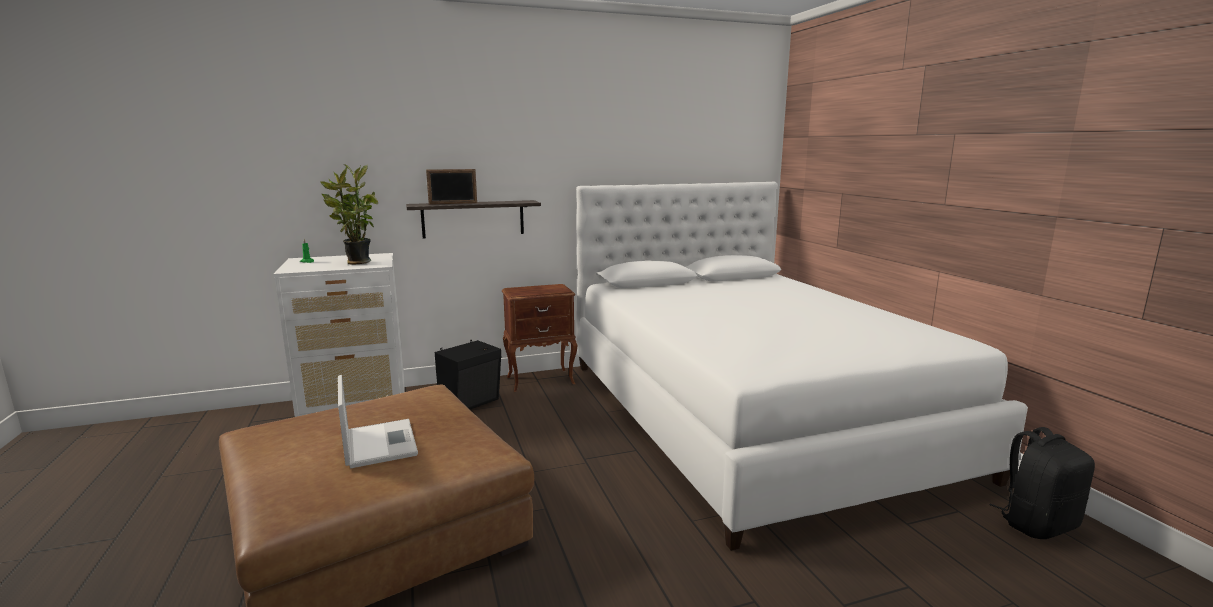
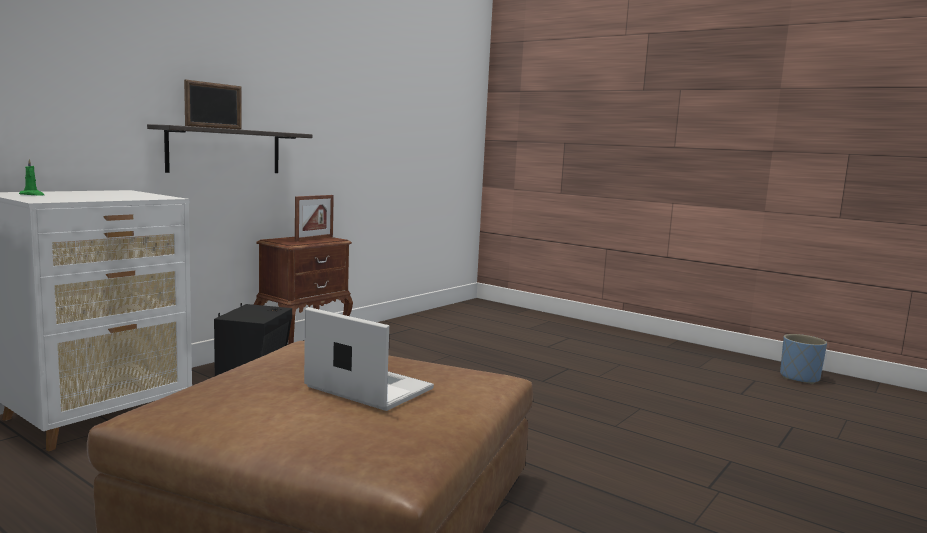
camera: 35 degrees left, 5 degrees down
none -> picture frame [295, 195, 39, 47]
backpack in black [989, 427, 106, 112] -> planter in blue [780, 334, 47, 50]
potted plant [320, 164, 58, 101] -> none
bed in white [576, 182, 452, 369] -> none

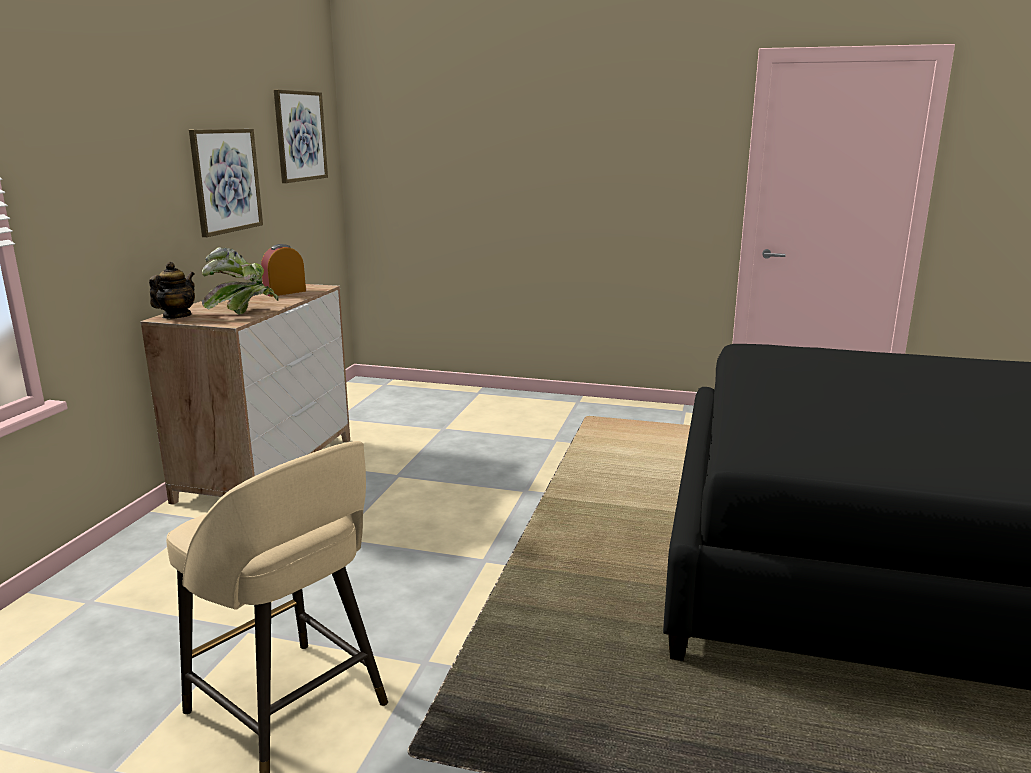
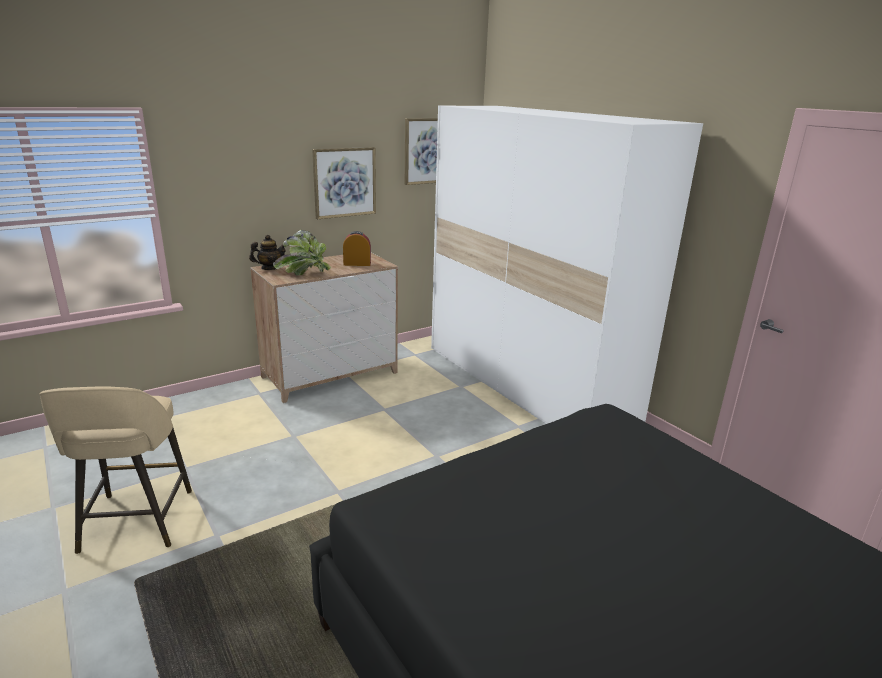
camera: 40 degrees right, 5 degrees up
none -> wardrobe in white [431, 106, 272, 318]

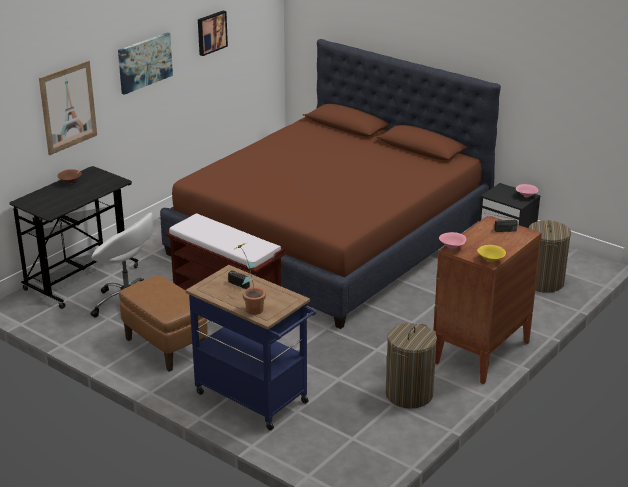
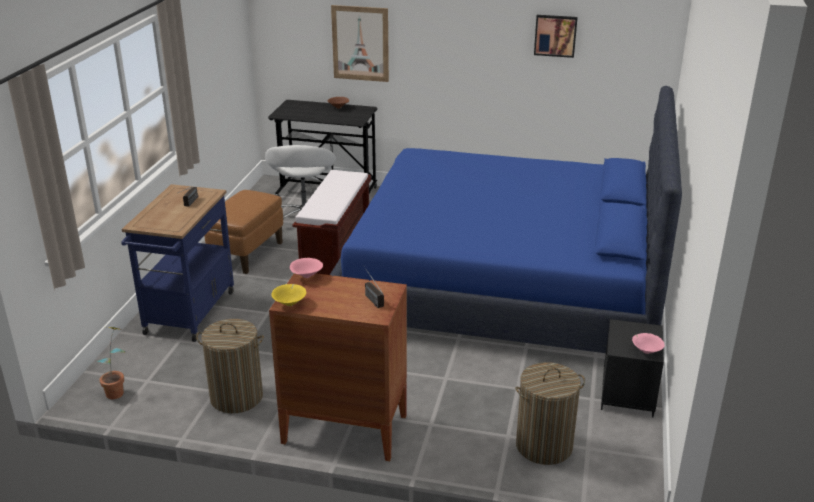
camera: 65 degrees right, 0 degrees up
potted plant [234, 243, 32, 72] -> potted plant [97, 326, 28, 73], move
bed in brown [160, 39, 341, 290] -> bed in blue [330, 86, 352, 267]
picture [118, 32, 55, 63] -> none

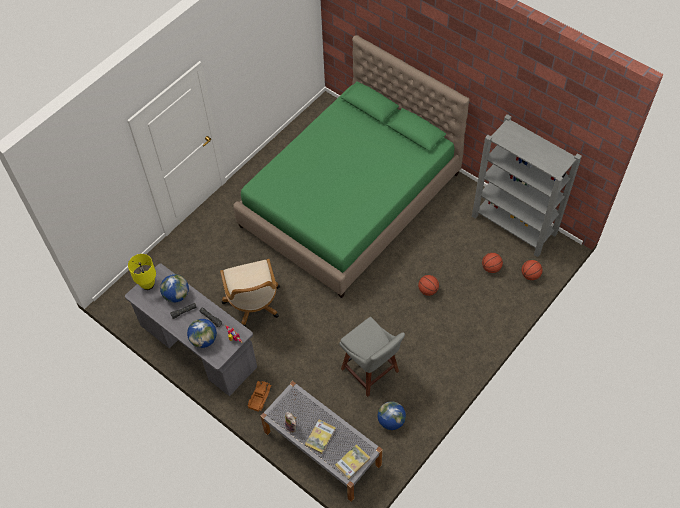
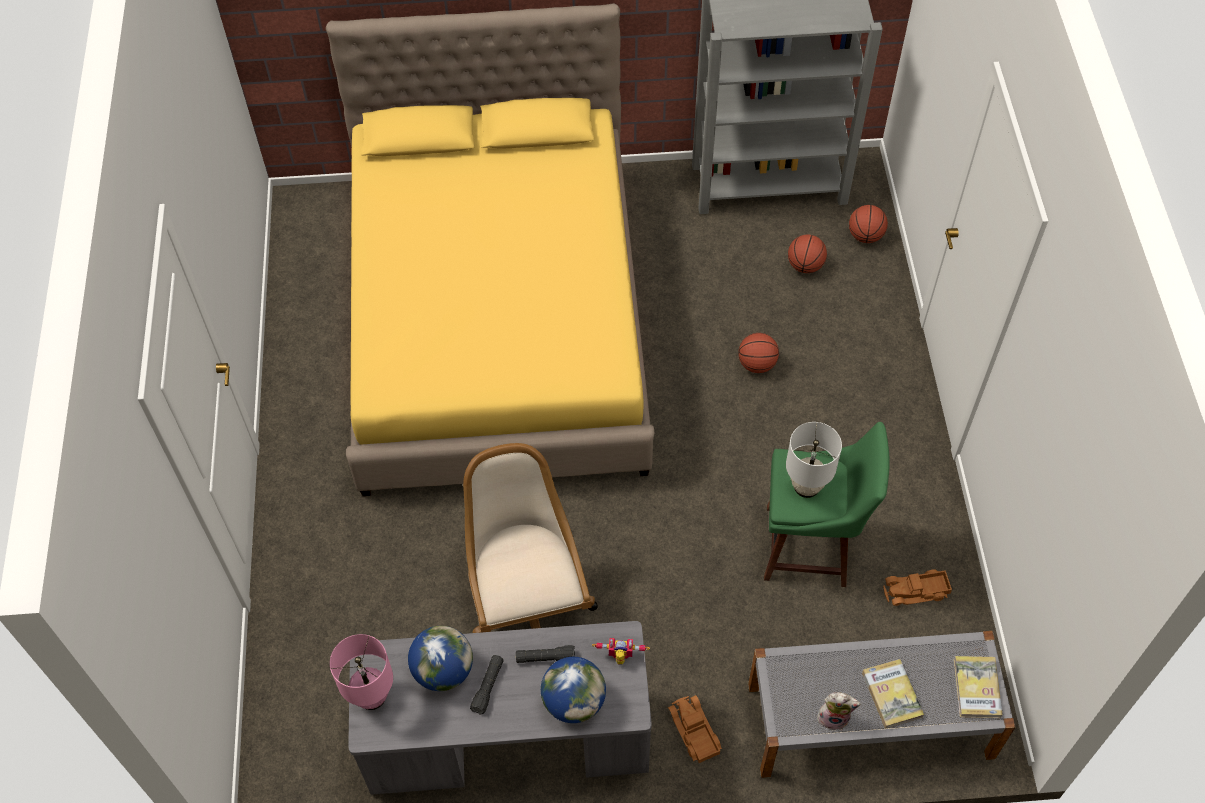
camera: 45 degrees left, 0 degrees up
bed in green [233, 35, 237, 263] -> bed in yellow [326, 3, 328, 493]
table lamp in yellow [128, 254, 28, 36] -> table lamp in pink [330, 634, 63, 76]
office chair [220, 259, 60, 68] -> office chair [463, 443, 135, 190], 135 degrees counterclockwise
stool in grey [339, 317, 66, 80] -> stool in green [764, 422, 126, 165]
none -> table lamp in white [786, 422, 56, 76]
globe [378, 401, 28, 29] -> toy truck [883, 569, 69, 37]

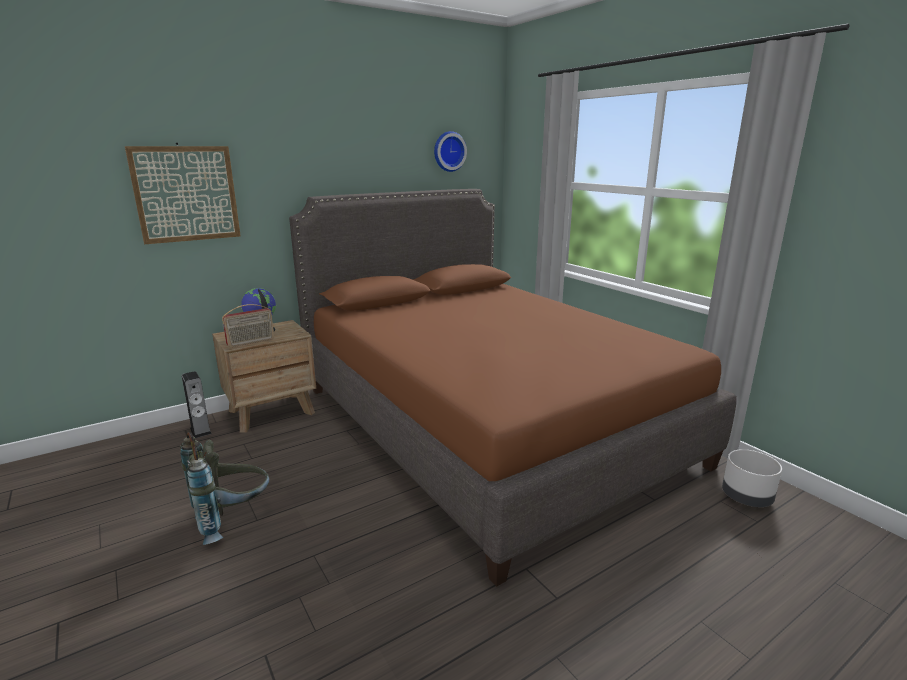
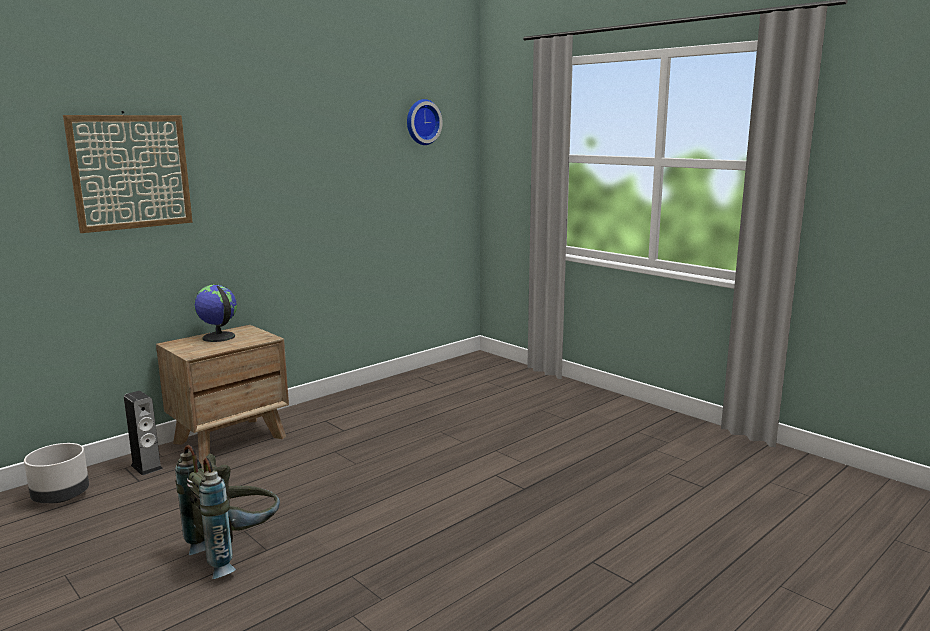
camera: 10 degrees left, 5 degrees down
planter in grey [722, 449, 60, 58] -> planter in grey [24, 443, 65, 60], move
radio [222, 304, 52, 43] -> none
bed in brown [289, 189, 448, 398] -> none

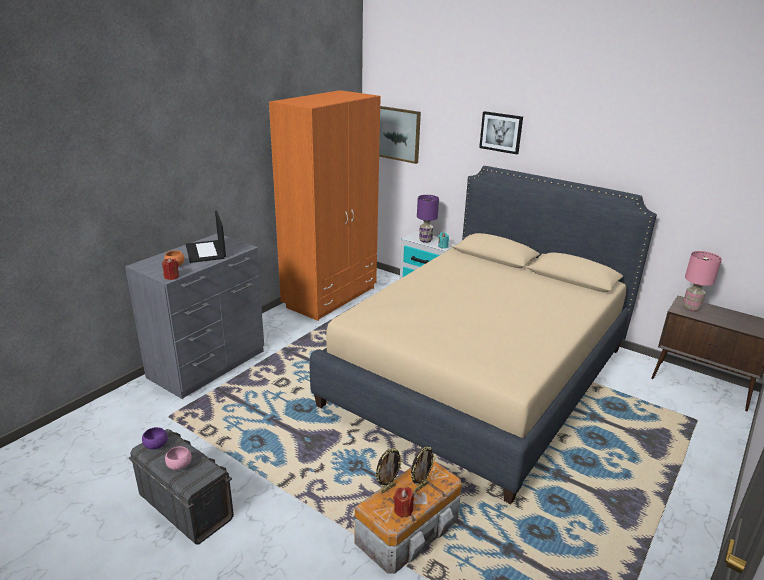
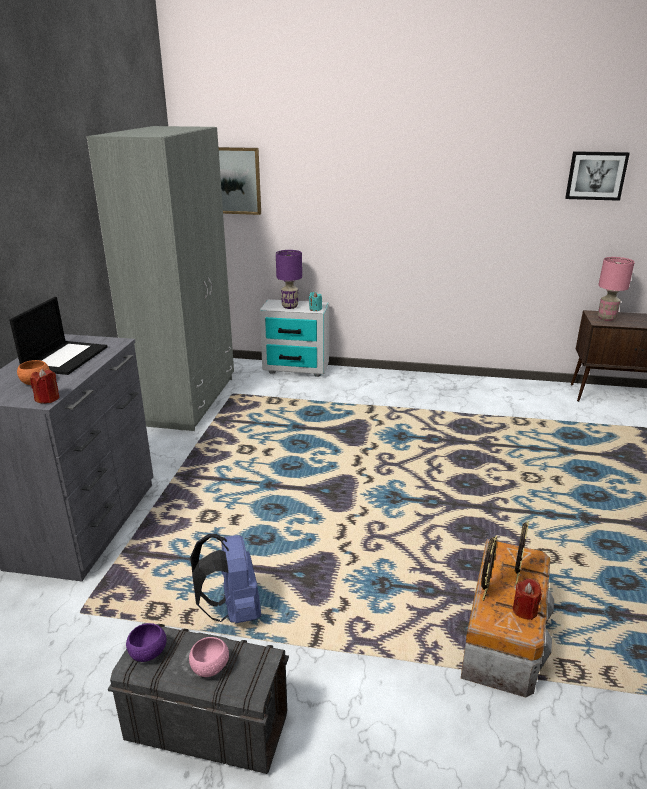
camera: 25 degrees left, 0 degrees up
laptop [186, 211, 40, 52] -> laptop [9, 297, 98, 78], 120 degrees counterclockwise
wardrobe in orange [269, 90, 112, 231] -> wardrobe in grey [87, 126, 147, 305]
none -> backpack in blue [190, 534, 71, 89]
picture [479, 111, 44, 43] -> picture [565, 151, 65, 50], move
bed in beige [310, 166, 347, 338] -> none

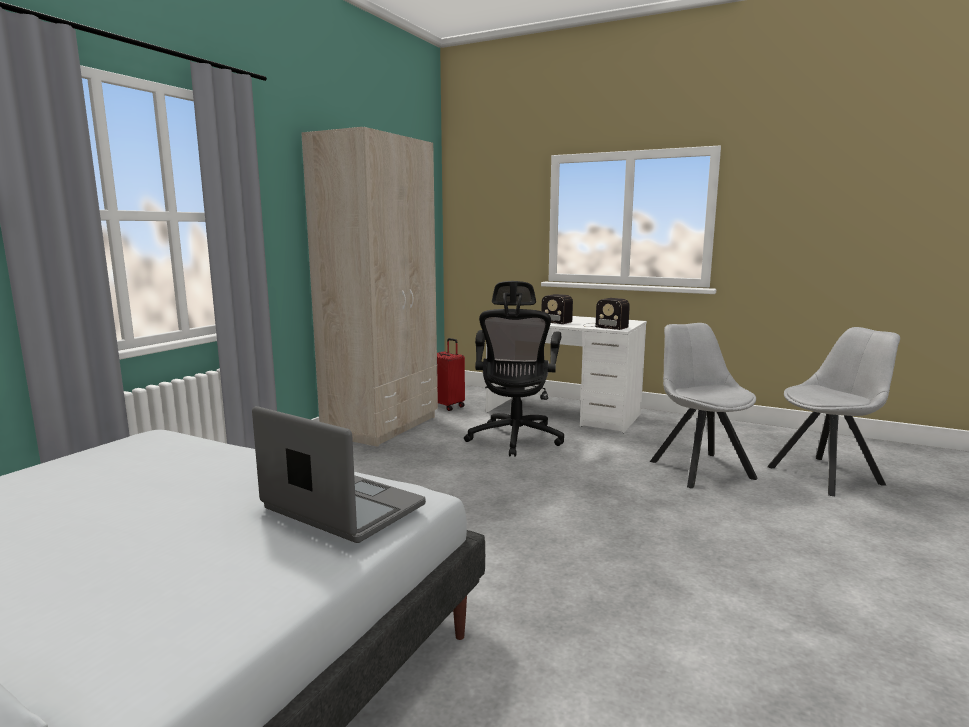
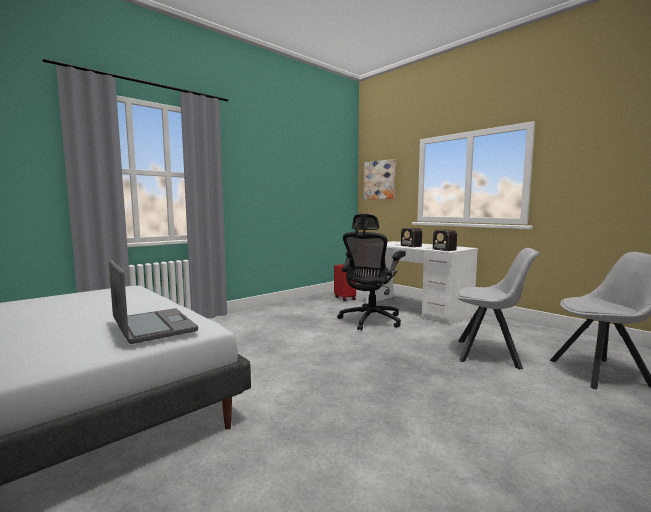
camera: 20 degrees right, 5 degrees down
none -> picture [364, 159, 31, 40]
chair in grey [650, 323, 108, 165] -> chair in grey [456, 248, 83, 121], 105 degrees clockwise
wardrobe in beige [301, 127, 137, 320] -> none

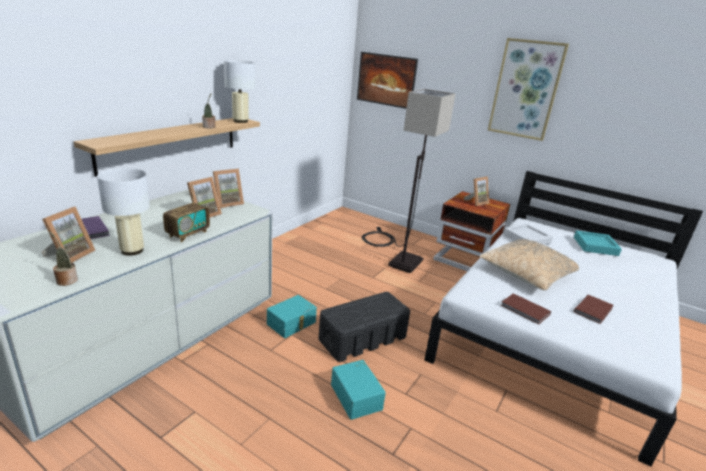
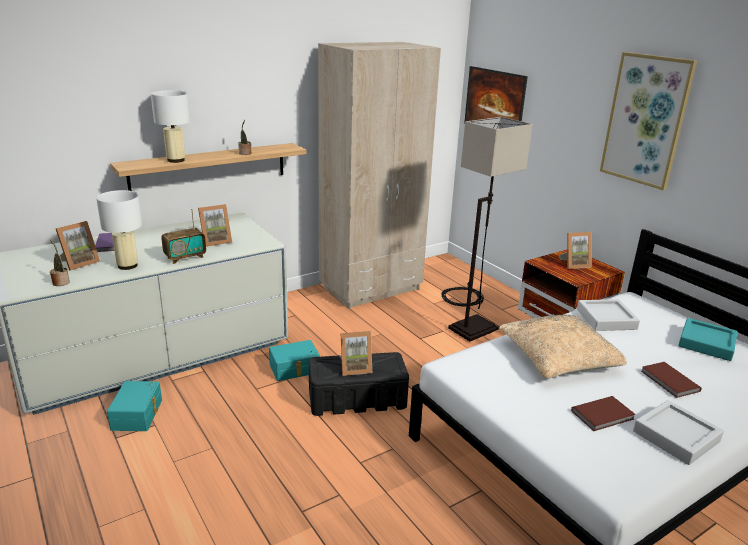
camera: 25 degrees right, 0 degrees up
storage box in turquoise [331, 360, 55, 60] -> storage box in turquoise [107, 381, 55, 50], move
table lamp in white [224, 60, 31, 63] -> table lamp in white [151, 90, 39, 73], move
none -> wardrobe in beige [318, 42, 123, 267]
picture frame [213, 169, 31, 39] -> picture frame [340, 331, 32, 45], move
none -> tray in grey [633, 400, 91, 65]
book in brown [500, 293, 51, 32] -> book in brown [641, 362, 61, 36], move

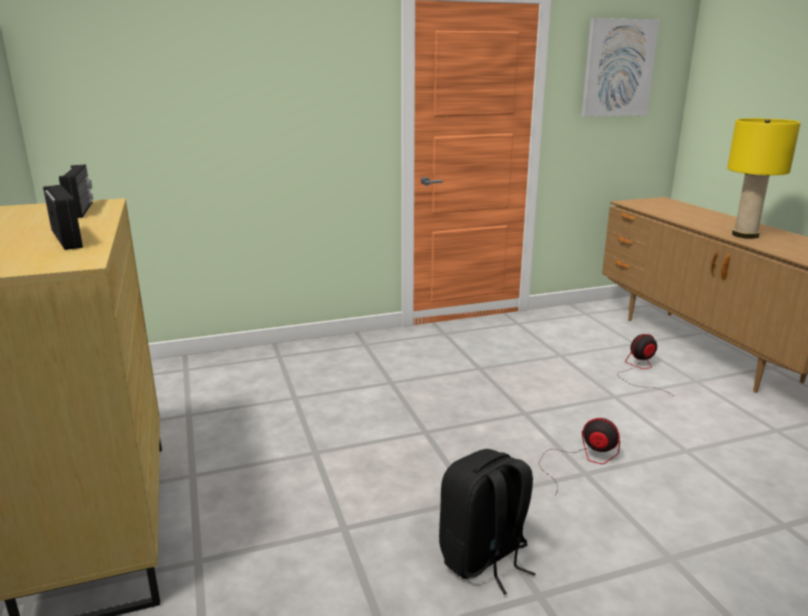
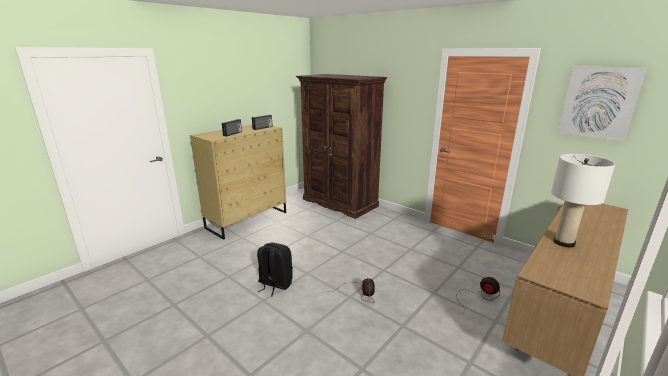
camera: 60 degrees right, 0 degrees up
none -> wardrobe in brown [296, 74, 91, 145]
table lamp in yellow [727, 118, 74, 121] -> table lamp in white [551, 154, 64, 93]

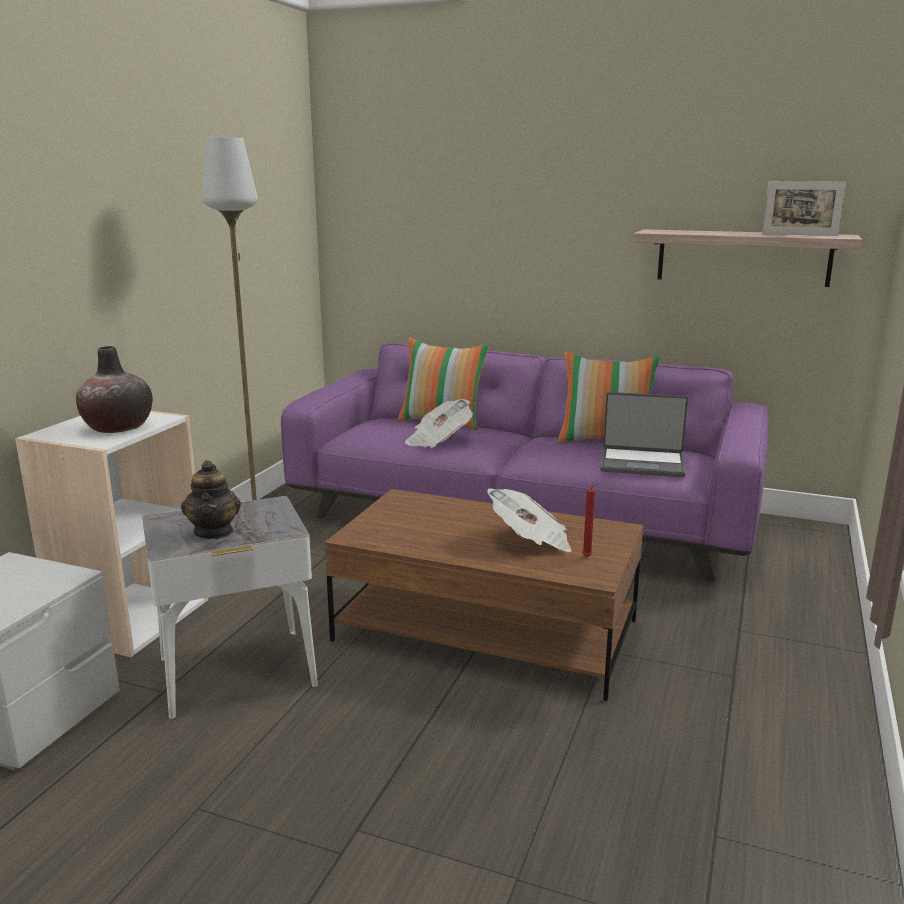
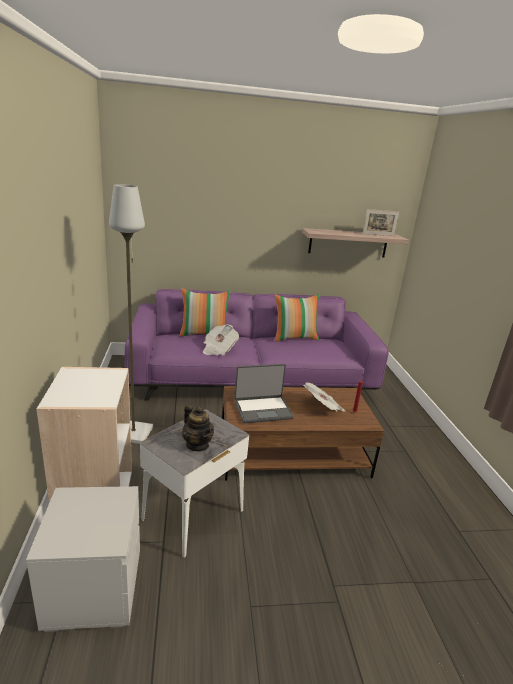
camera: 30 degrees left, 5 degrees up
laptop [600, 392, 88, 85] -> laptop [234, 364, 60, 59], move
vase [76, 346, 77, 87] -> none

